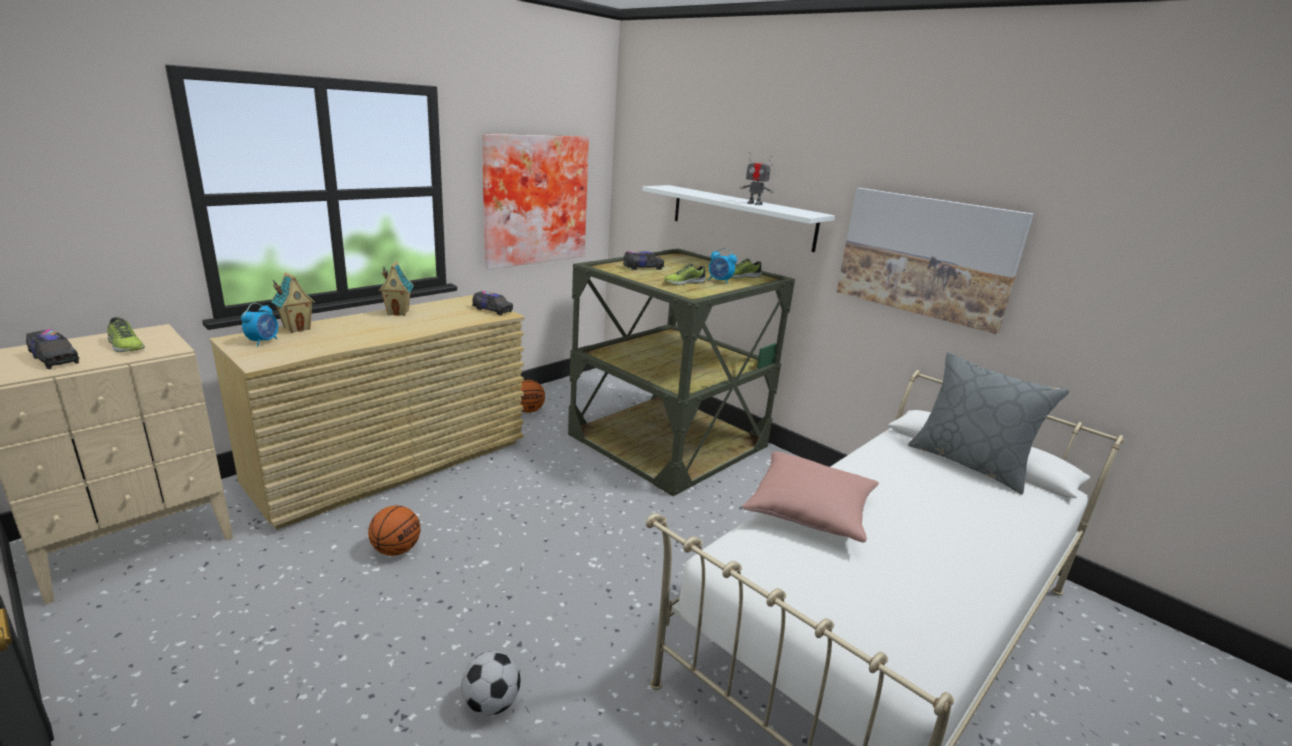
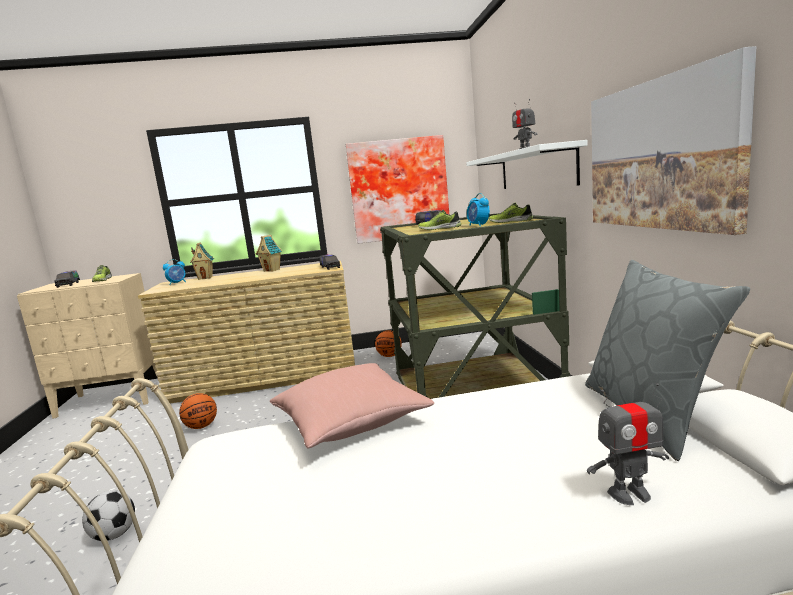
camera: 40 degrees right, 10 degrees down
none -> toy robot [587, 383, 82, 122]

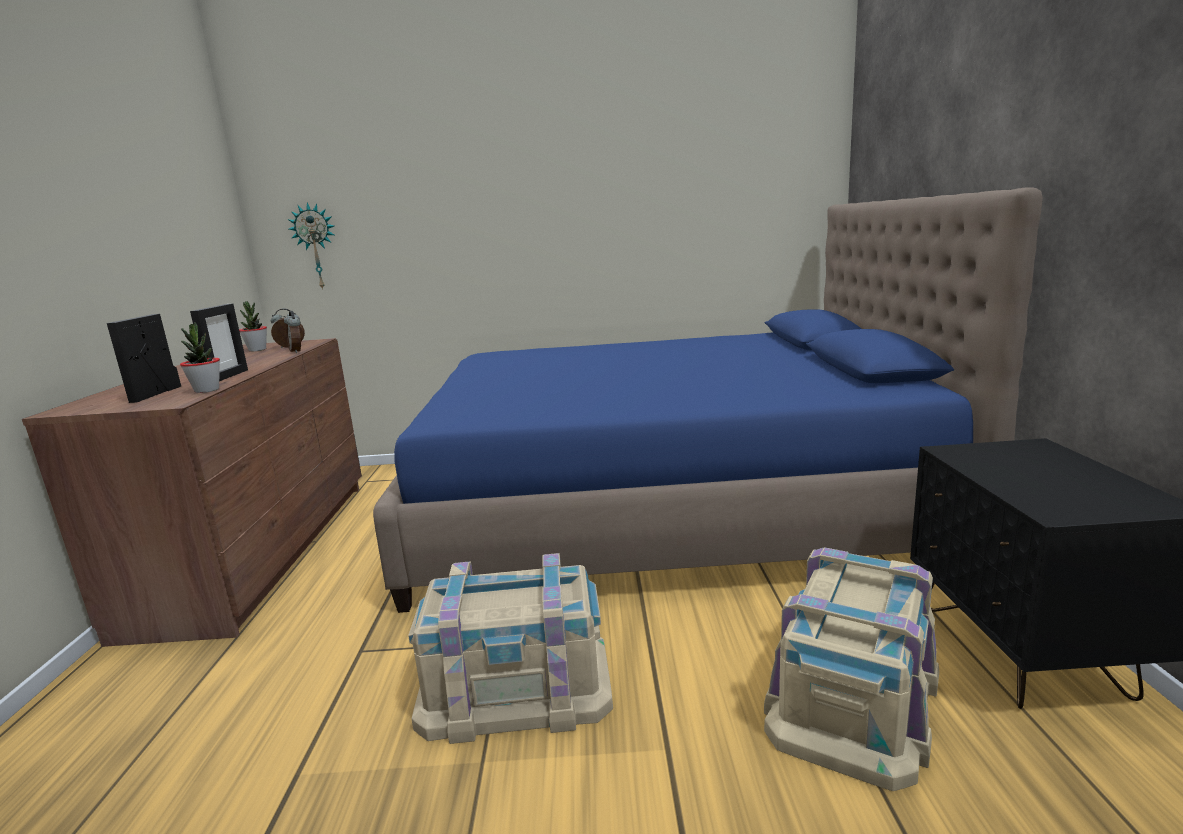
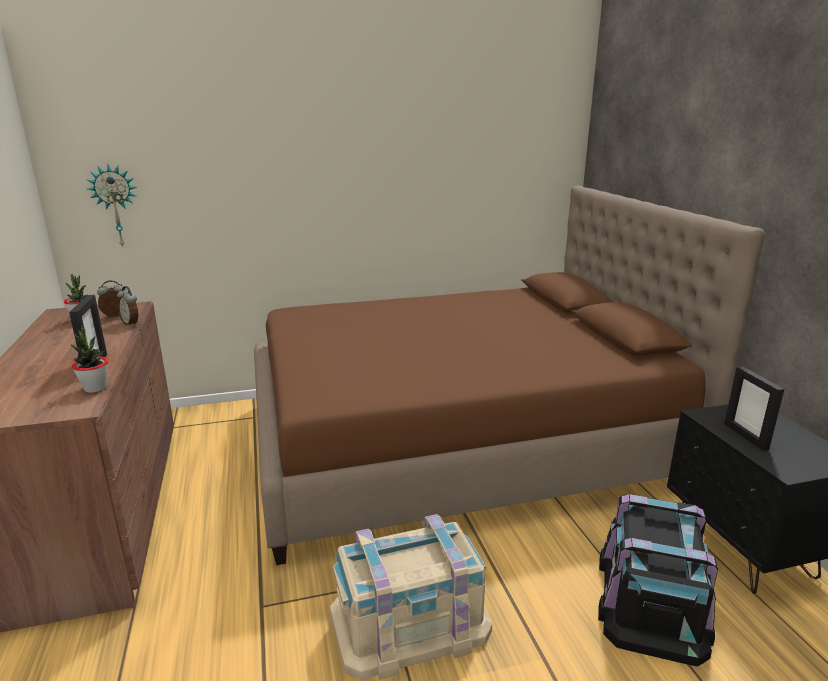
camera: 15 degrees left, 5 degrees up
bed in blue [373, 187, 670, 426] -> bed in brown [254, 185, 511, 380]
storage box in beige [764, 547, 175, 244] -> storage box in black [598, 494, 120, 172]
picture frame [107, 314, 74, 89] -> picture frame [724, 366, 61, 85], move

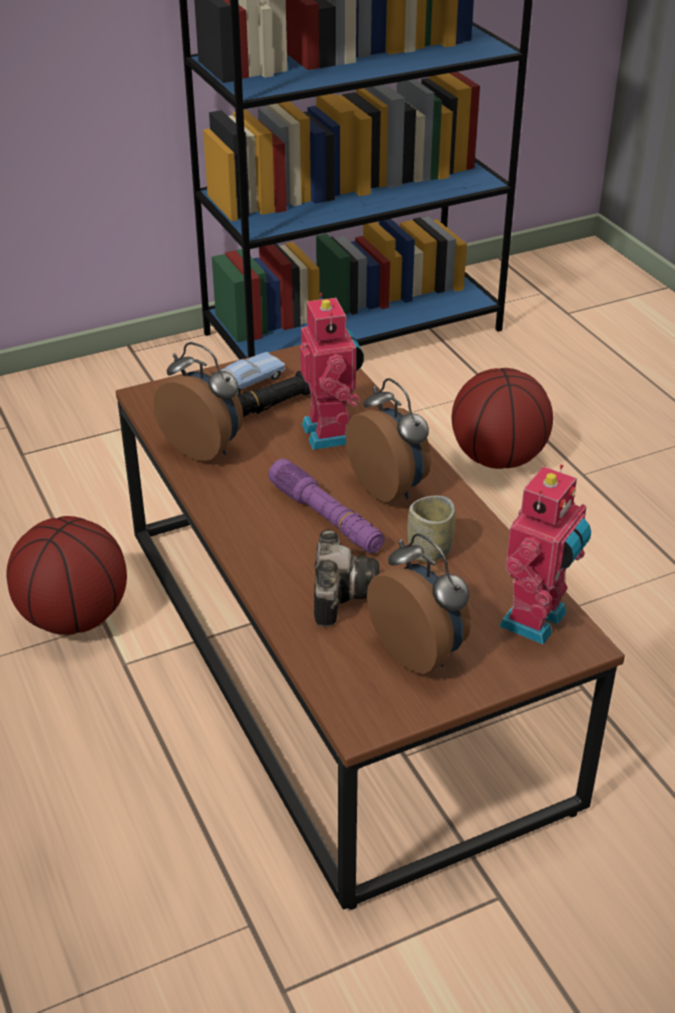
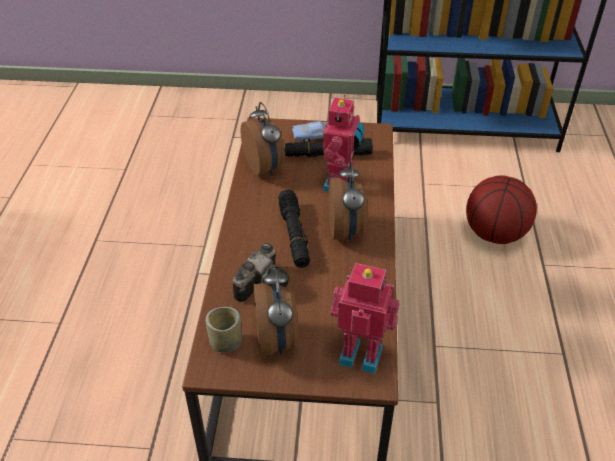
camera: 30 degrees right, 5 degrees up
cup [407, 496, 48, 66] -> cup [206, 307, 35, 46], move
flashlight in purple [268, 459, 117, 94] -> flashlight in black [278, 190, 32, 78]
toy robot [499, 465, 92, 180] -> toy robot [330, 263, 69, 111], 135 degrees counterclockwise
basketball [7, 516, 120, 119] -> none

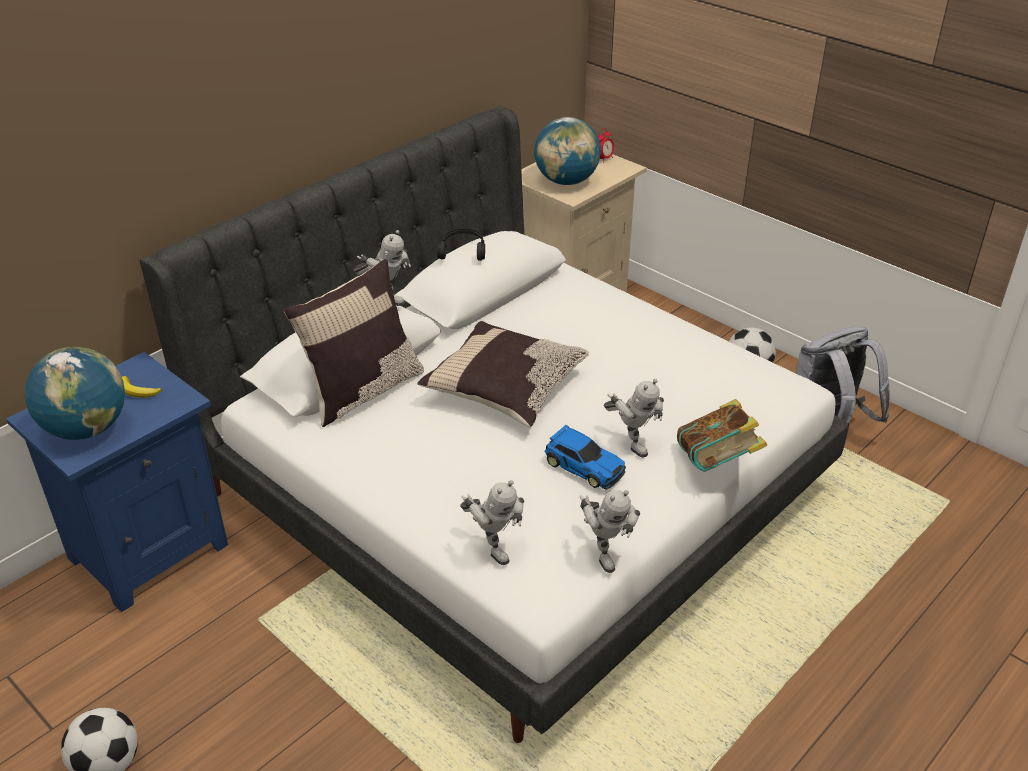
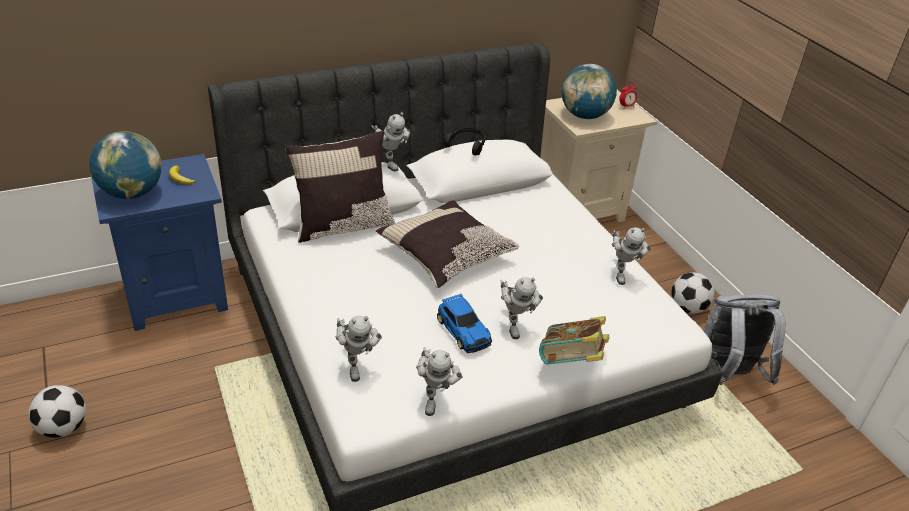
camera: 20 degrees right, 0 degrees up
none -> toy robot [612, 227, 39, 58]

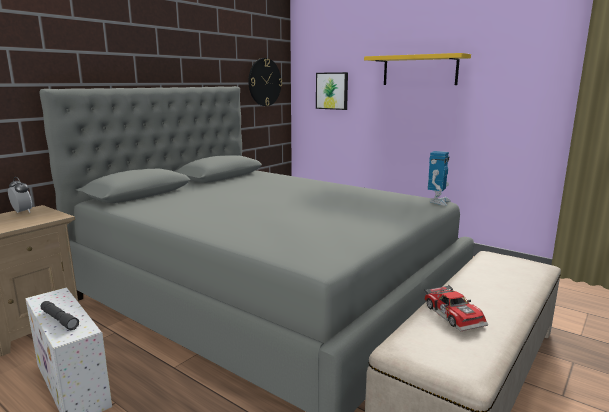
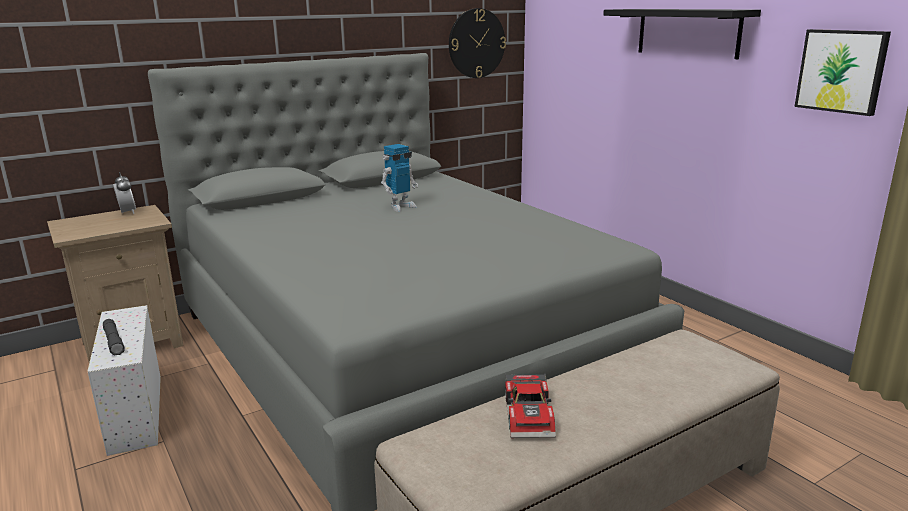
camera: 20 degrees right, 5 degrees up
toy robot [428, 151, 23, 55] -> toy robot [381, 144, 37, 68], move
shelf in yellow [364, 53, 107, 32] -> shelf in black [603, 9, 158, 50]
picture [316, 72, 32, 38] -> picture [794, 29, 97, 87], move

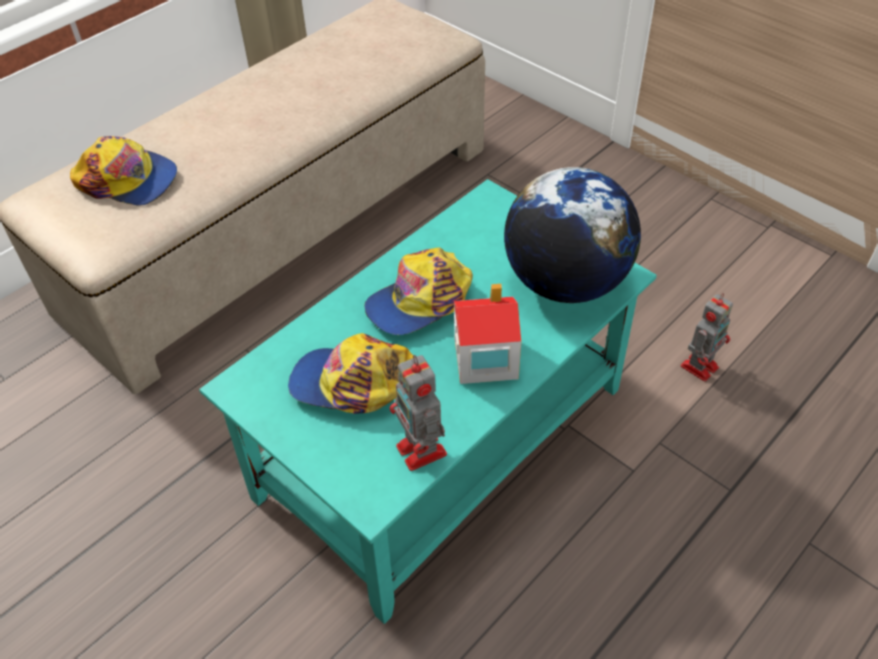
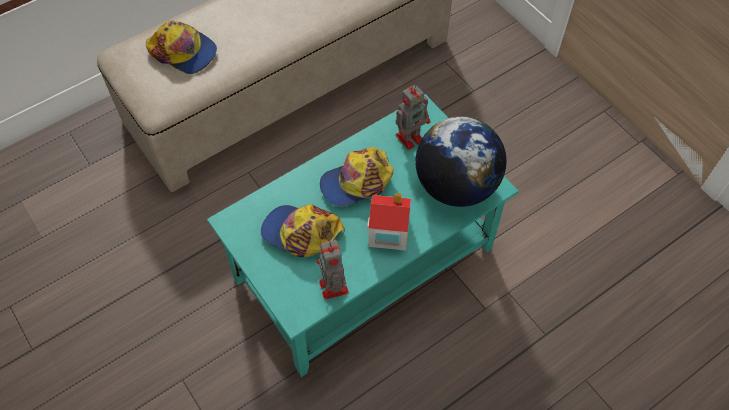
camera: 10 degrees right, 10 degrees up
toy robot [681, 293, 52, 89] -> toy robot [396, 84, 34, 66], move

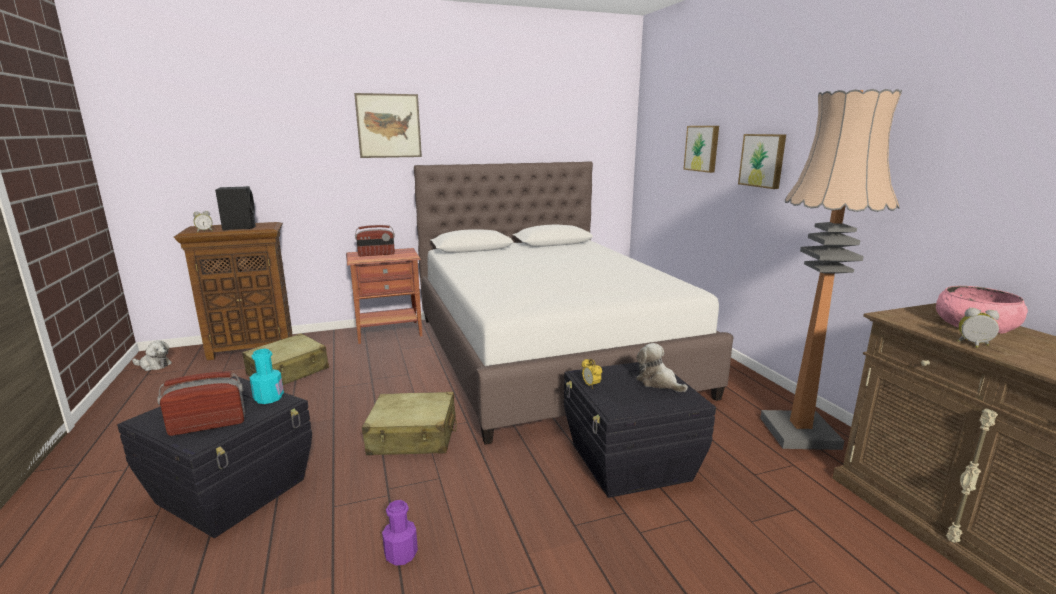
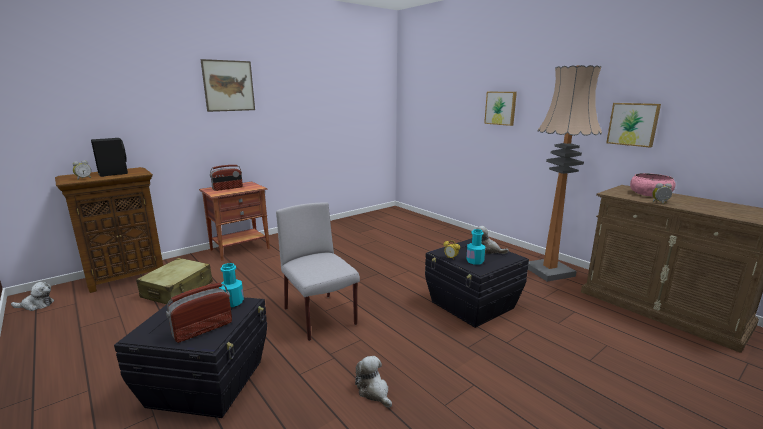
camera: 20 degrees left, 0 degrees up
suitcase in beige [362, 392, 95, 63] -> chair in grey [276, 202, 84, 139]
bottle in purple [382, 500, 36, 66] -> plush toy [355, 356, 37, 51]
none -> bottle in turquoise [466, 229, 19, 36]
picture [683, 126, 36, 47] -> picture [606, 103, 55, 45], move
bed in white [414, 161, 320, 284] -> none

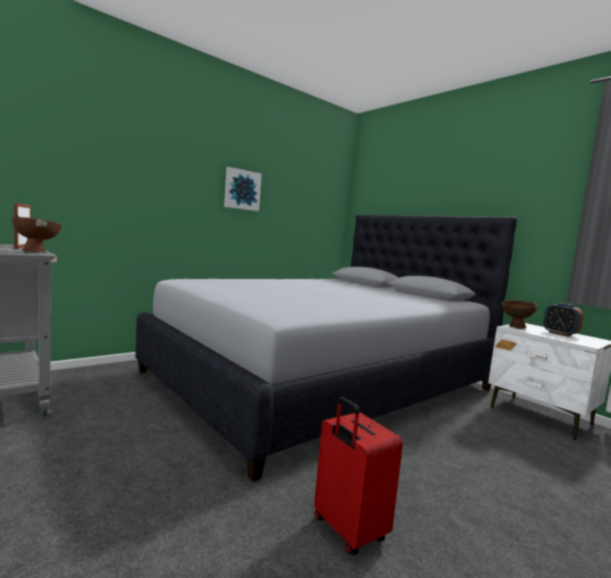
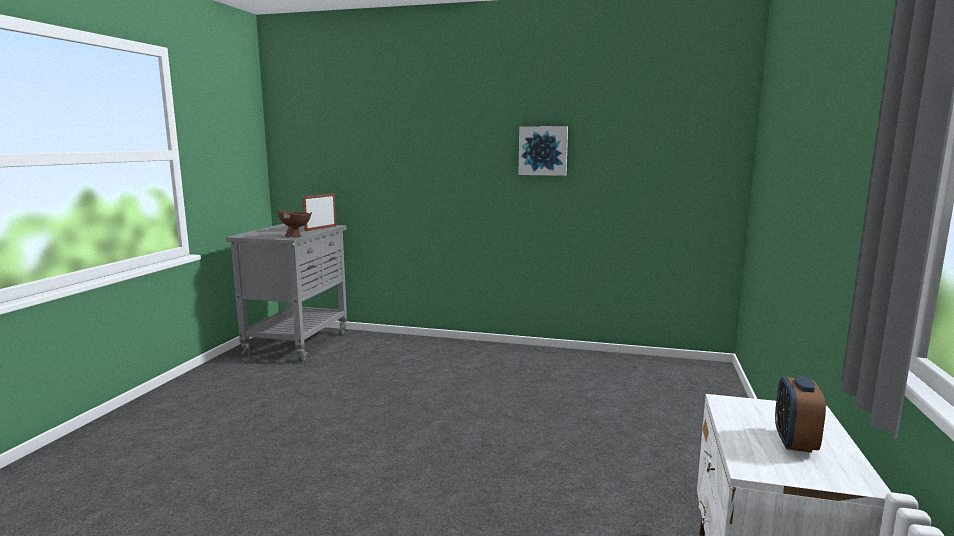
camera: 55 degrees right, 5 degrees up
bed in grey [135, 215, 382, 267] -> none
suitcase in red [314, 397, 89, 158] -> none
bowl in brown [502, 300, 35, 29] -> none

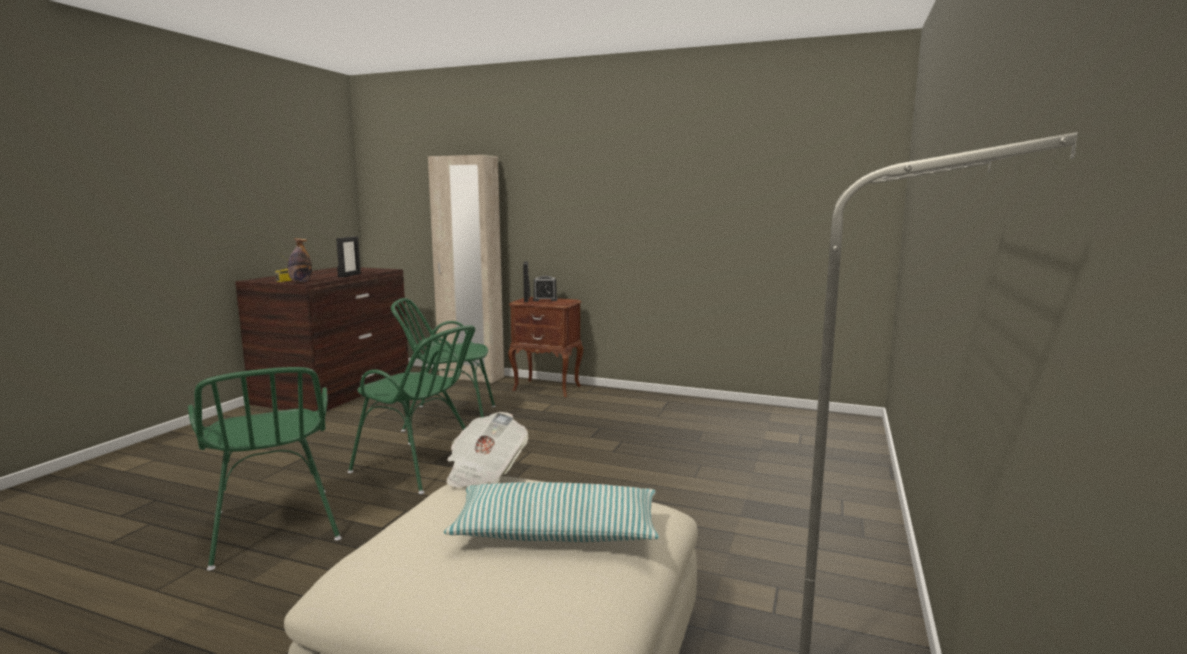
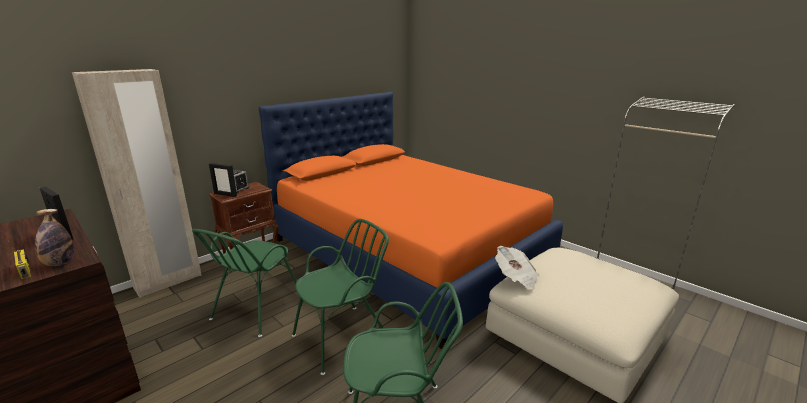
camera: 65 degrees left, 10 degrees up
none -> bed in orange [259, 92, 304, 257]
pillow [444, 482, 215, 60] -> none

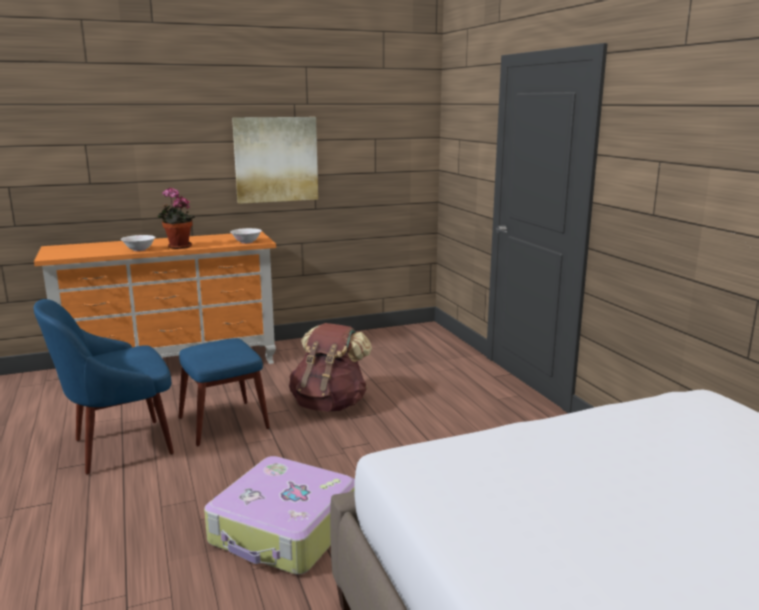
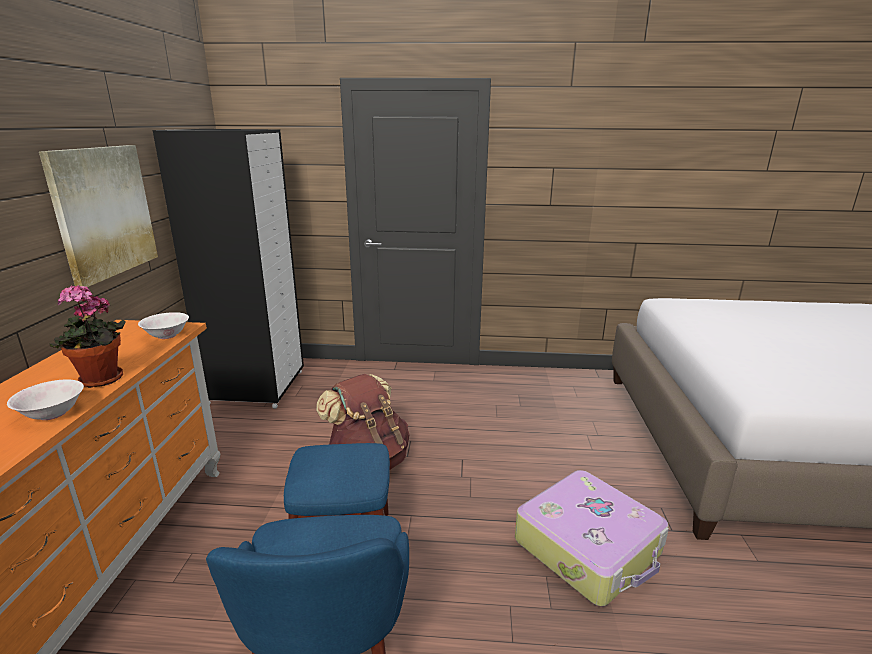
camera: 65 degrees left, 5 degrees up
none -> wardrobe [153, 129, 151, 280]

